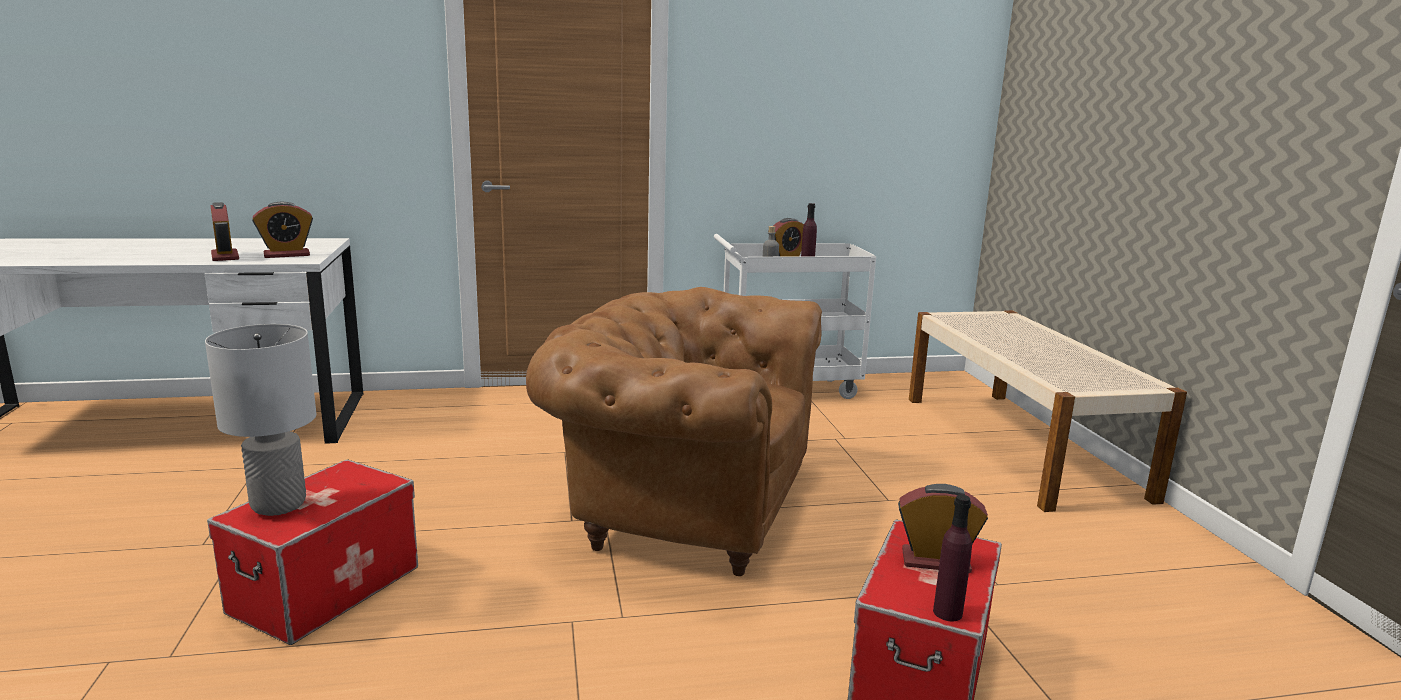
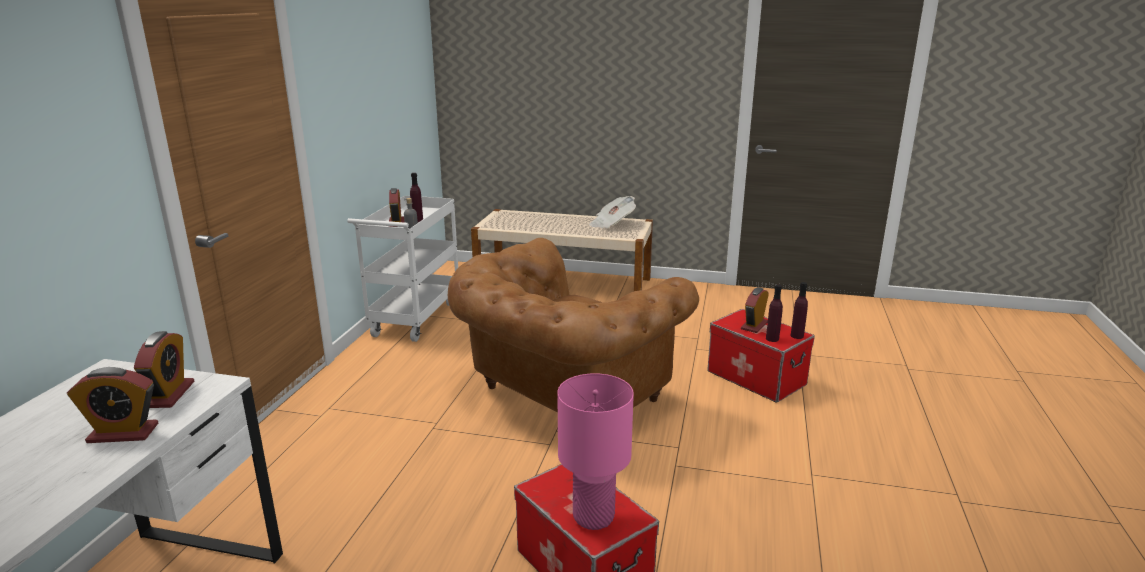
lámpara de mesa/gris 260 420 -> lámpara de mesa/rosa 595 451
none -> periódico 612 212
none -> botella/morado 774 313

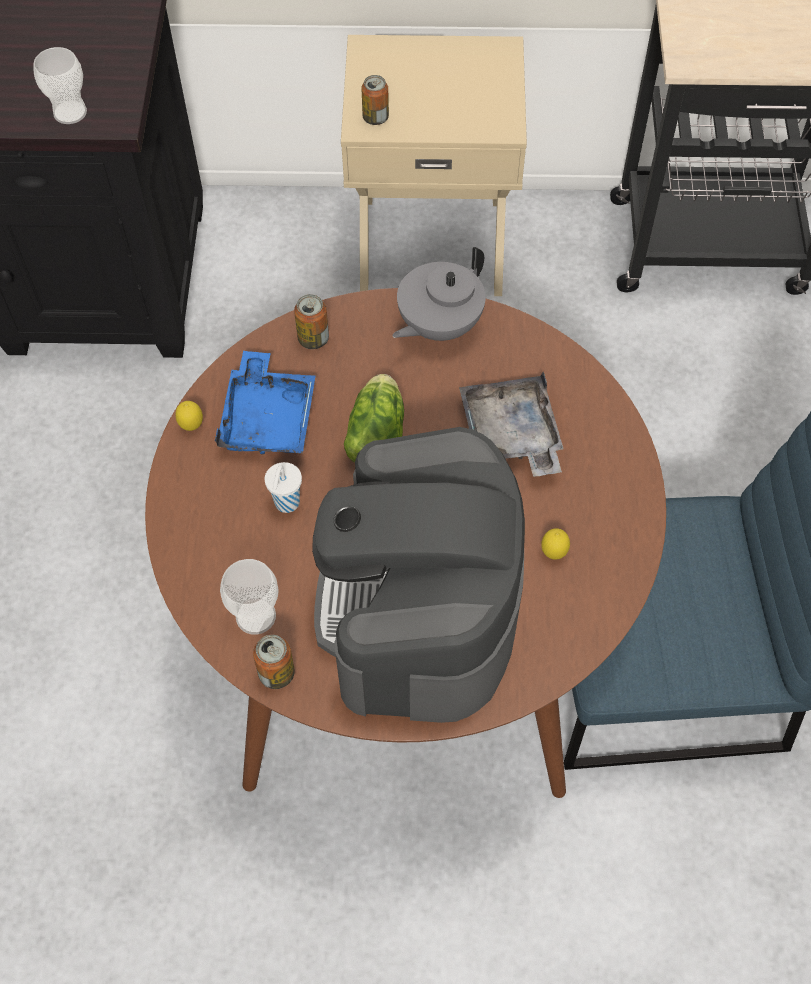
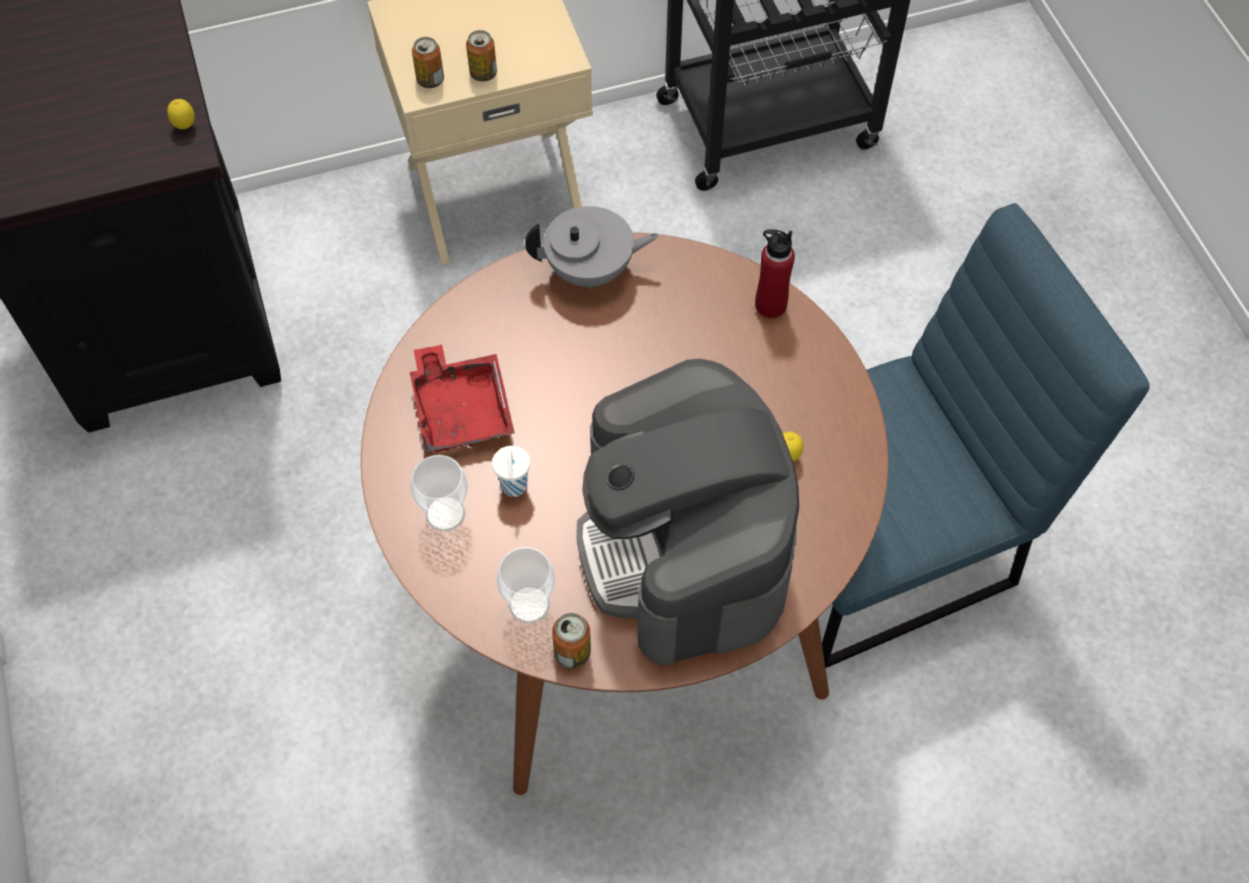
taza 60 85 -> taza 439 493, relocated
tetera/gris 439 294 -> tetera/gris 592 247, 120 degrees counterclockwise
lata 311 321 -> lata 481 56, relocated
bandeja/azul 265 403 -> bandeja/rojo 462 398
bandeja/gris 511 424 -> none
lechuga 374 418 -> none
limón 189 416 -> limón 181 114, relocated
none -> botella/rojo 775 273

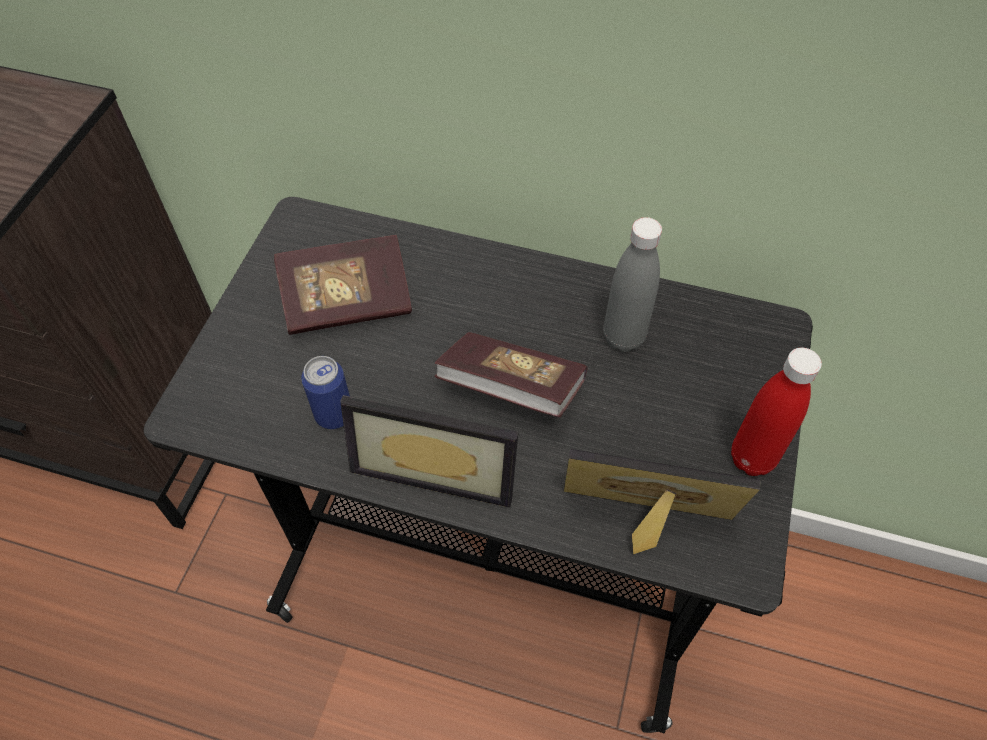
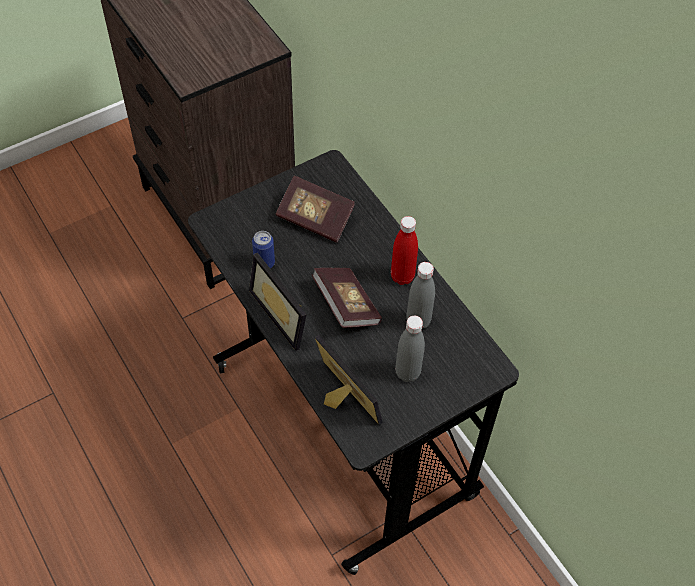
botella/rojo 776 412 -> botella/rojo 404 250, relocated
none -> botella/gris 410 349

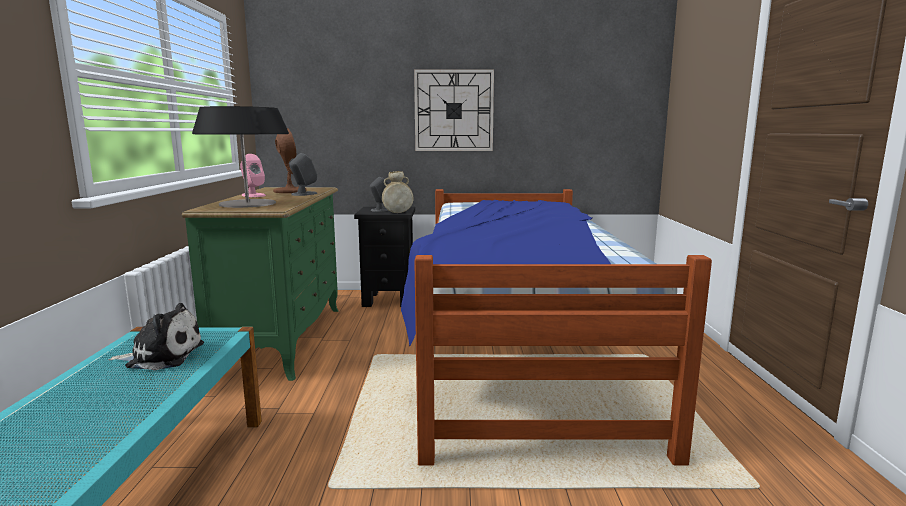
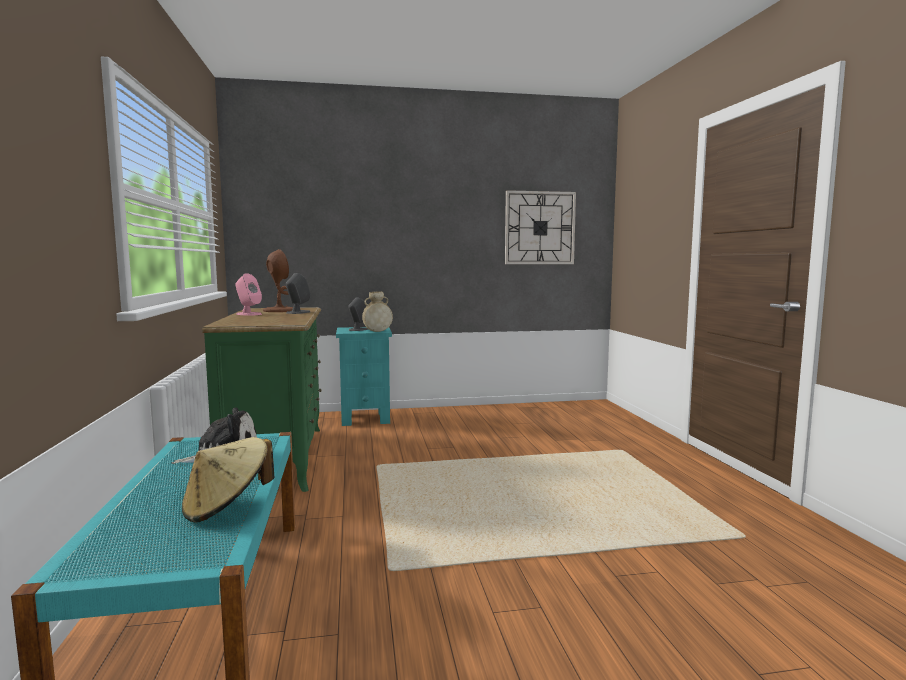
reloj de pared 454 110 -> reloj de pared 540 227, relocated
lámpara de mesa 240 157 -> none
cama 556 327 -> none
mesita de noche/negro 384 257 -> mesita de noche/turquesa 364 376
none -> sombrero/beis 228 480

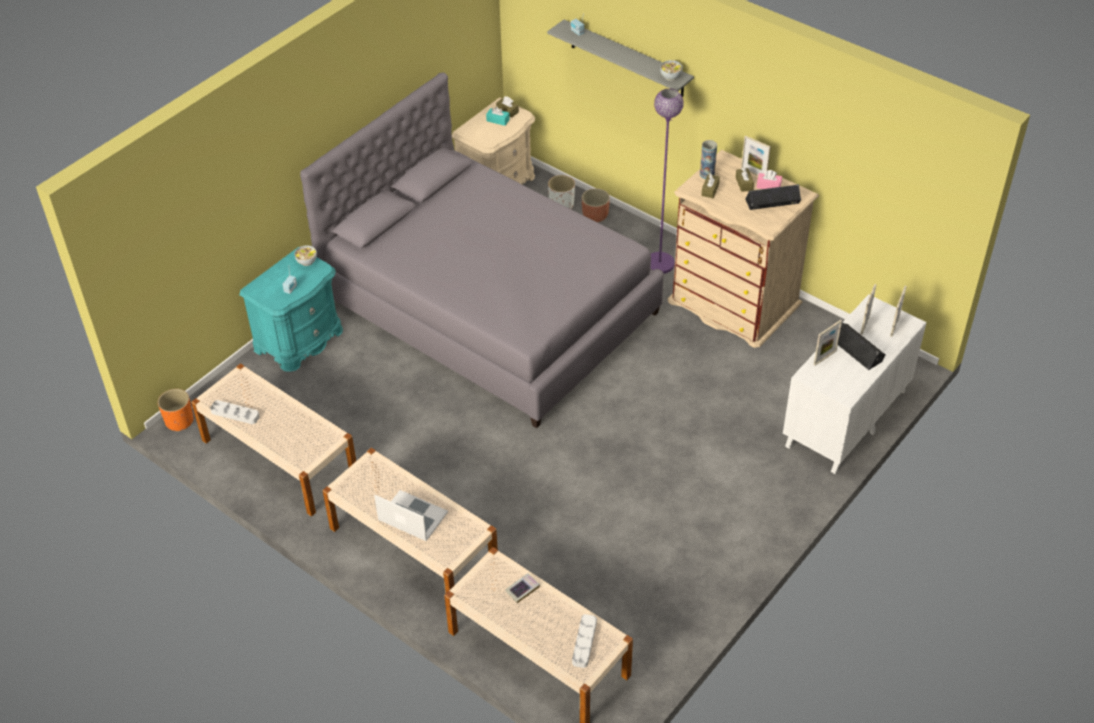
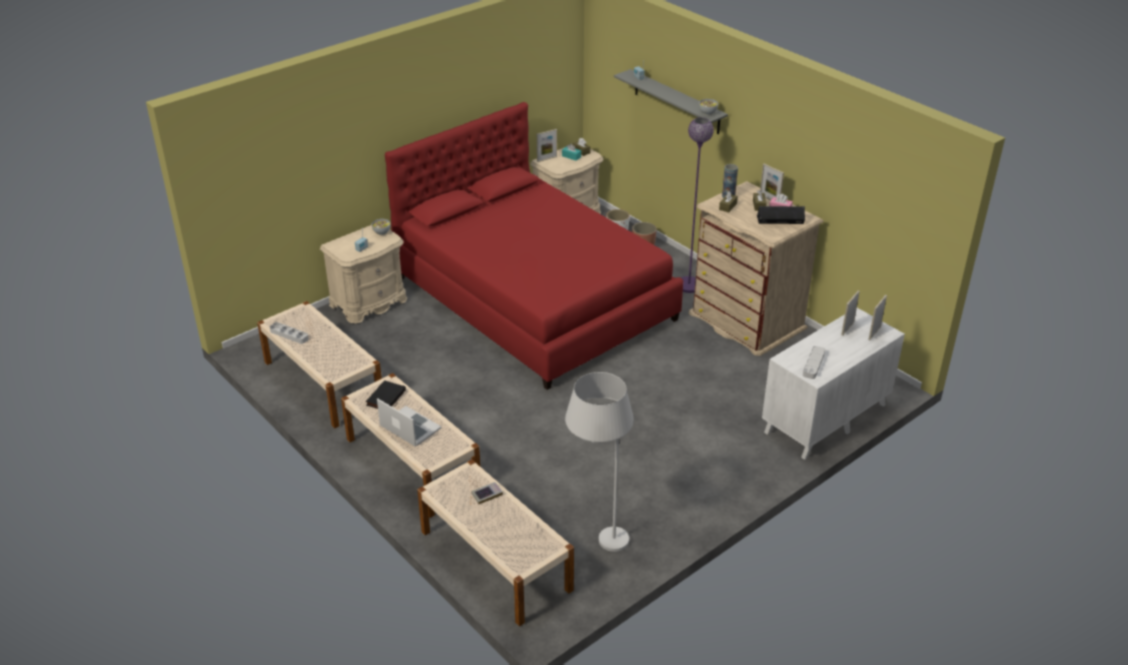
cama/gris 482 250 -> cama/rojo 534 246
mesita de noche/turquesa 291 309 -> mesita de noche/beis 363 274
portarretratos 828 343 -> portarretratos 547 145, relocated
altavoz/negro 862 346 -> none
maceta/naranja 176 410 -> none
bandeja/gris 584 641 -> bandeja/gris 814 362, relocated
none -> lámpara de pie/blanco 599 462
none -> libro/negro 386 394

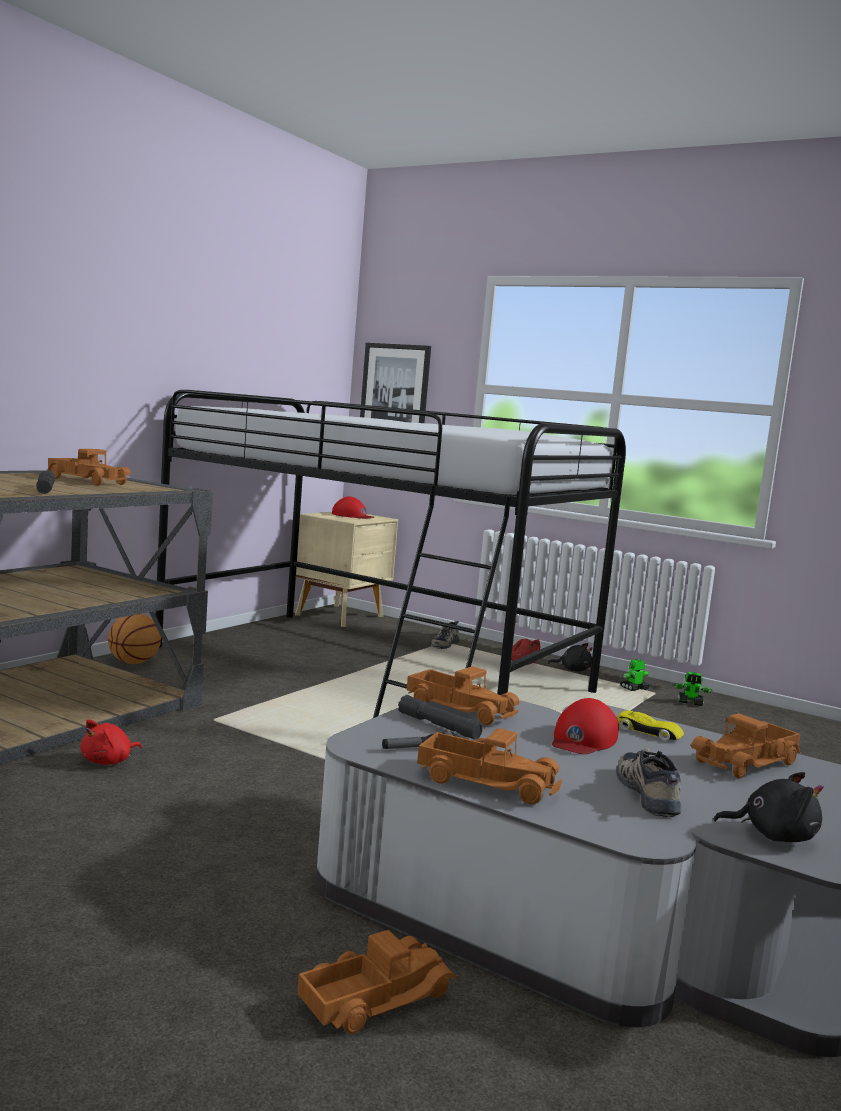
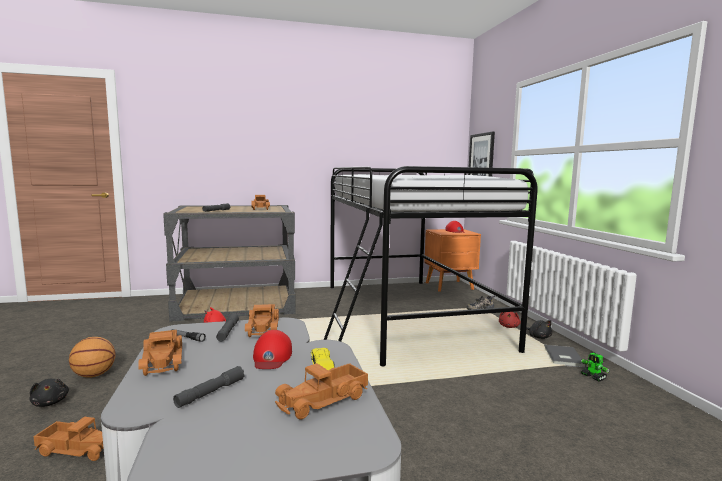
mesita de noche/beis 346 569 -> mesita de noche/naranja 453 260
balón de baloncesto 134 639 -> balón de baloncesto 92 357, relocated
robot de juguete 634 675 -> libro/gris 565 356
gorra/rojo 585 726 -> gorra/rojo 272 349, 75 degrees counterclockwise
camión de juguete 746 745 -> camión de juguete 321 391, 45 degrees counterclockwise
zapato 648 782 -> linterna/gris 209 387
peluche/negro 769 807 -> peluche/negro 49 393, relocated

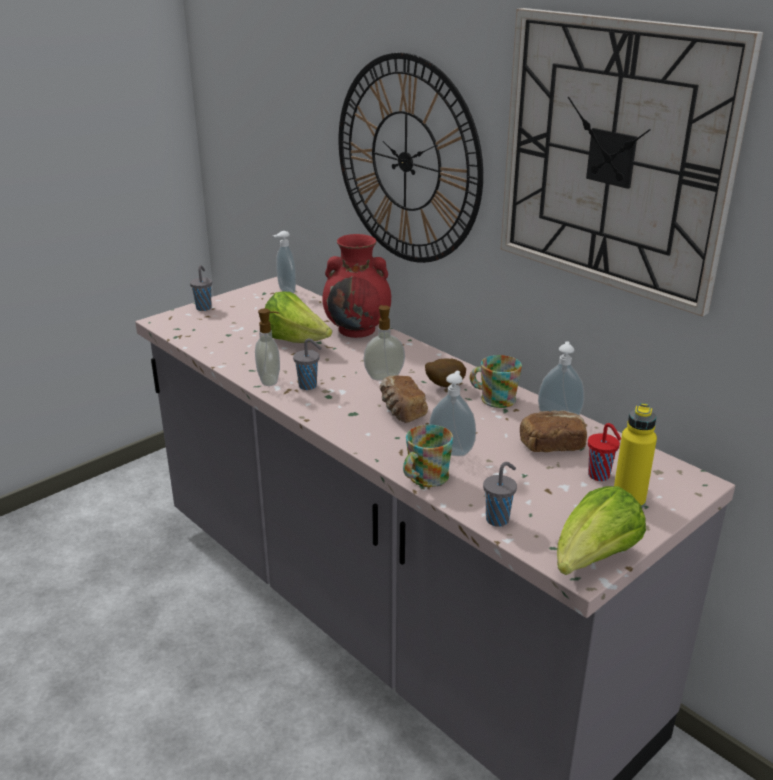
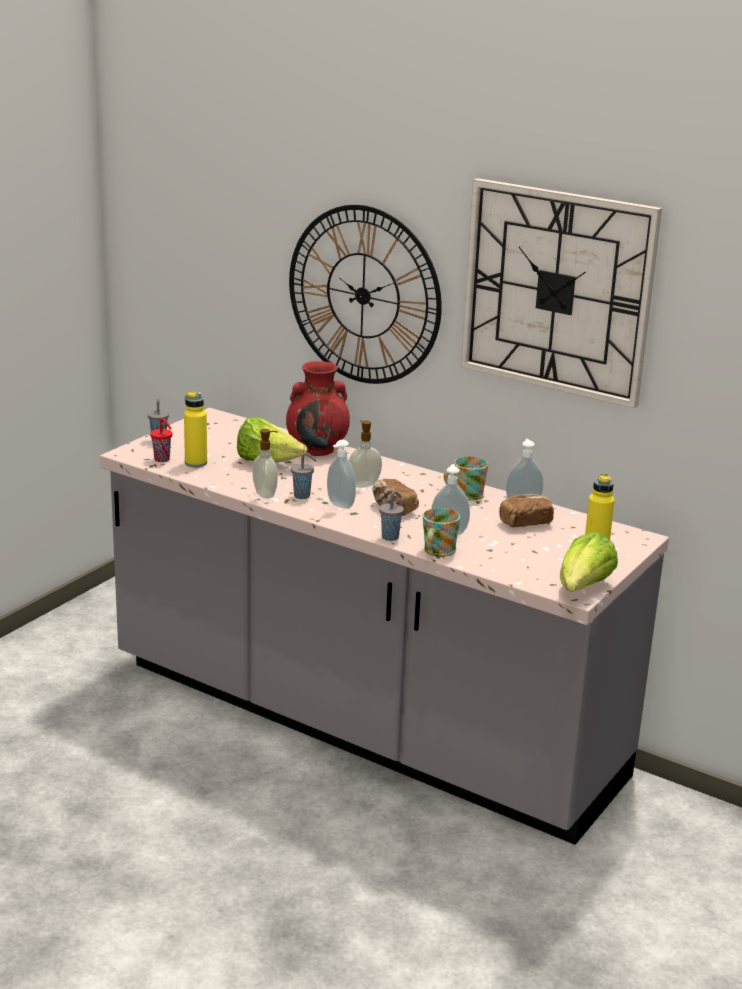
dispensador de jabón 284 262 -> dispensador de jabón 341 474, relocated
patata 445 373 -> none
taza/rojo 604 452 -> taza/rojo 161 440, relocated
taza/gris 500 494 -> taza/gris 391 516, relocated
none -> botella/amarillo 195 429

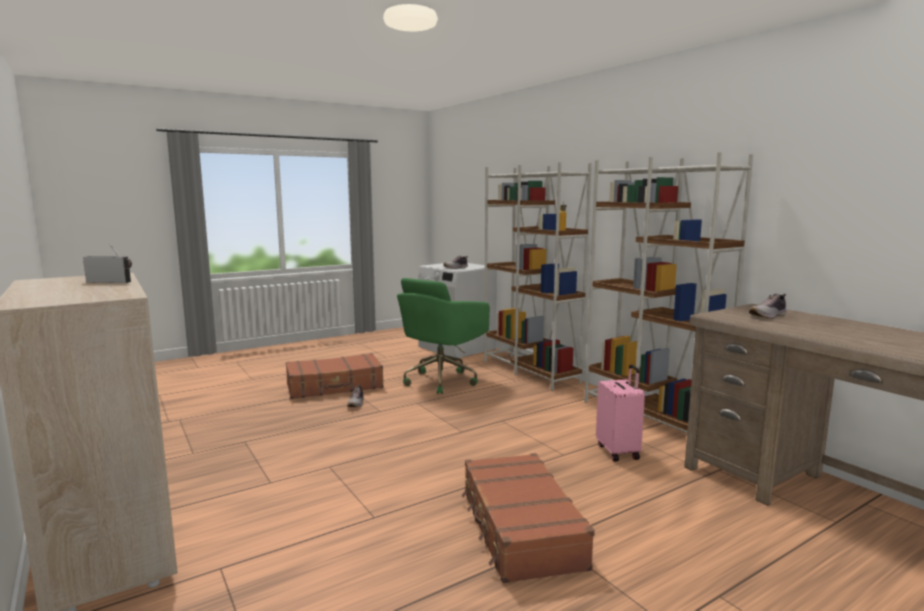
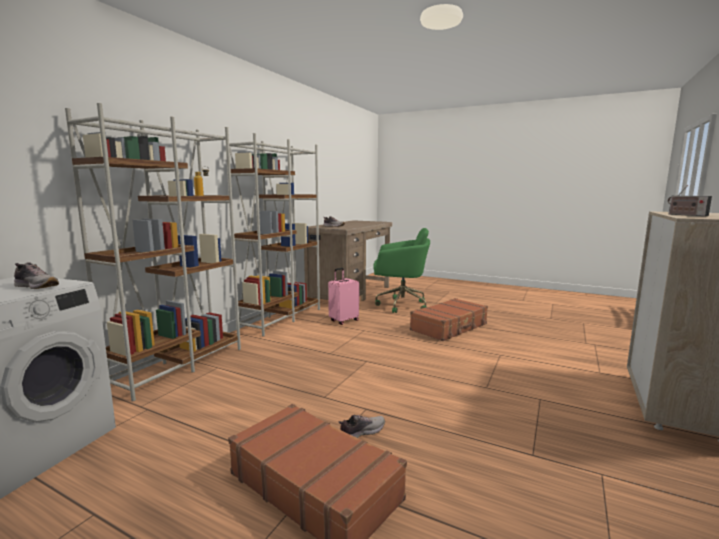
silla de oficina/verde 443 336 -> silla de oficina/verde 401 270, relocated

